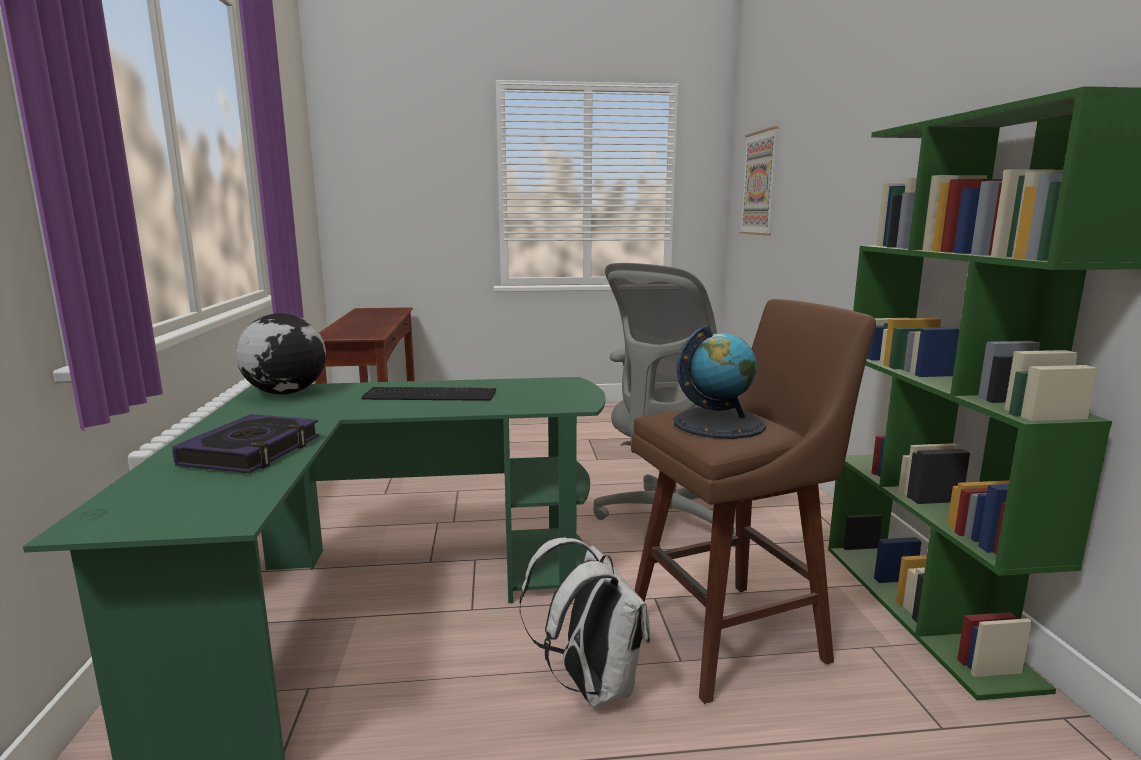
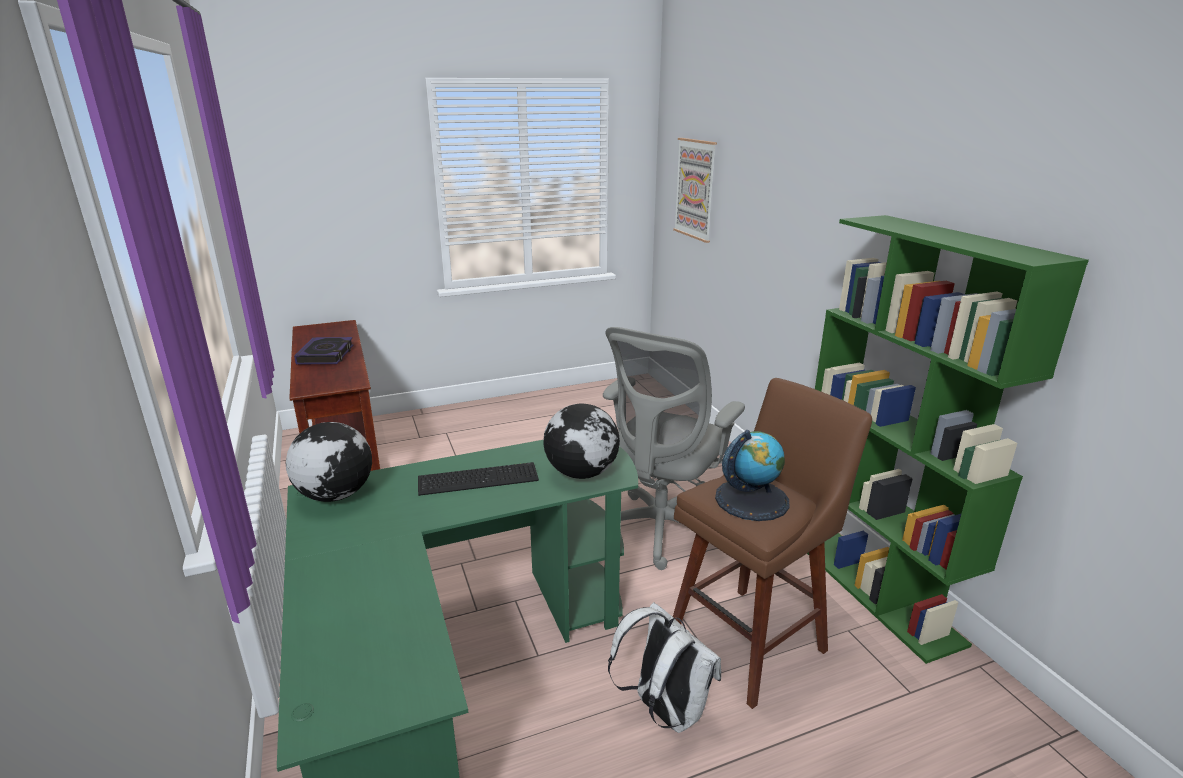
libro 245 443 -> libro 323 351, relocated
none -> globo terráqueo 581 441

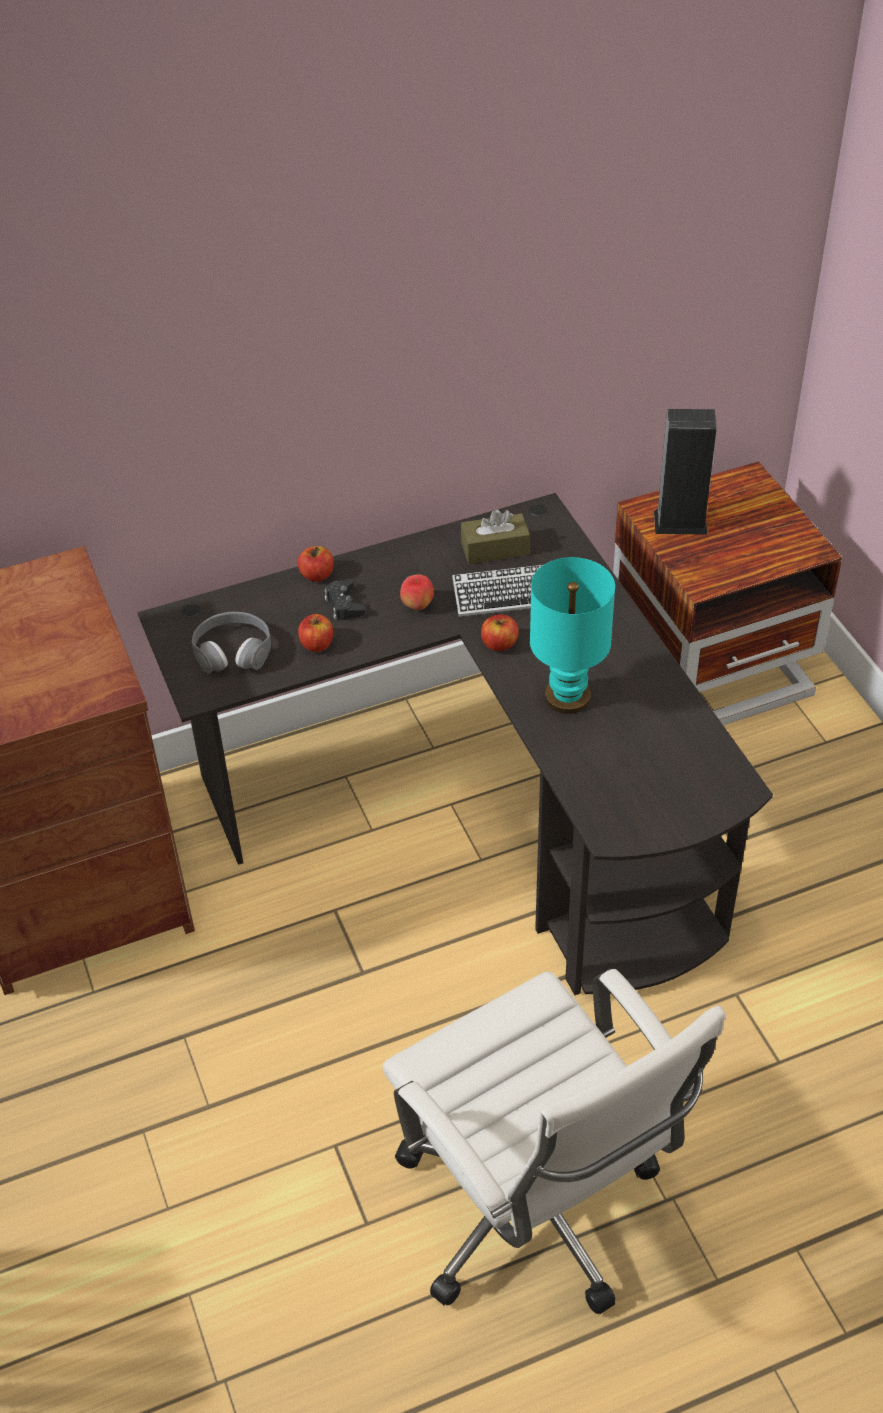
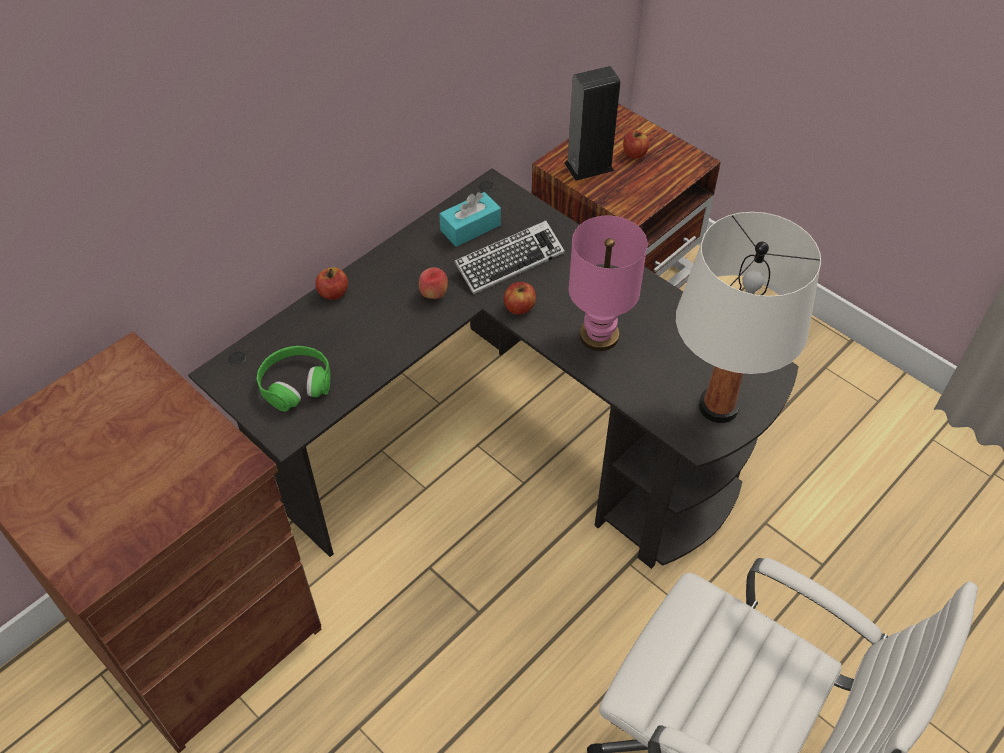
caja de pañuelos/marrón 495 536 -> caja de pañuelos/turquesa 470 219
lámpara de mesa/turquesa 572 635 -> lámpara de mesa/rosa 608 283
mando de consola/negro 345 599 -> none
auriculares/gris 231 643 -> auriculares/verde 293 379
manzana 315 633 -> manzana 636 144, relocated
none -> lámpara de mesa/blanco 748 317

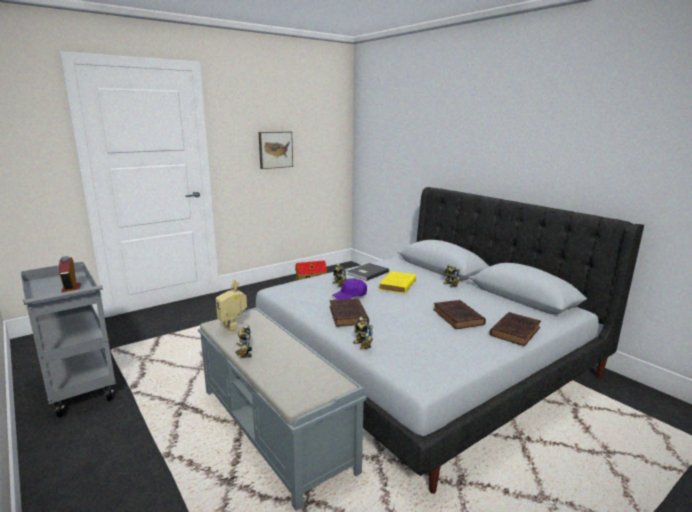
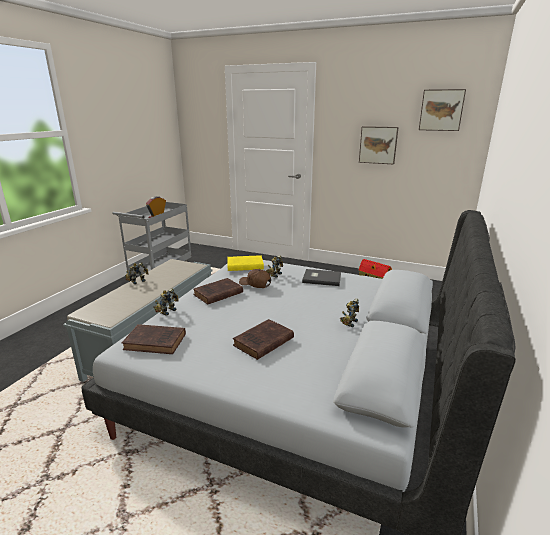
libro/amarillo 397 282 -> libro/amarillo 245 263, relocated
gorra/morado 350 289 -> gorra/marrón 255 278
robot de juguete 231 307 -> none
libro/marrón 515 329 -> libro/marrón 154 339, relocated
none -> cuadro 442 110

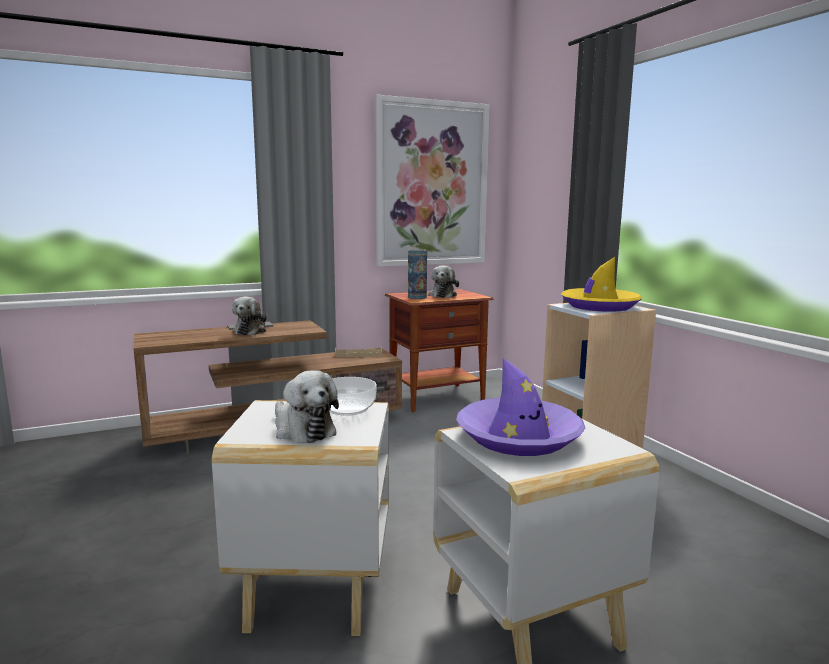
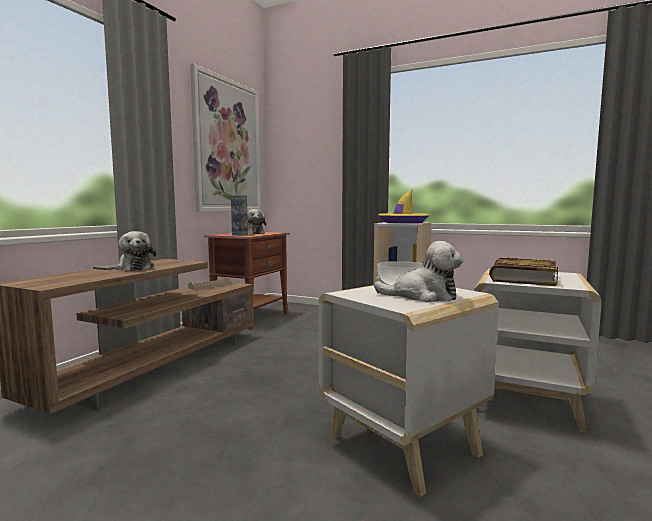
sombrero/morado 520 407 -> libro 523 271

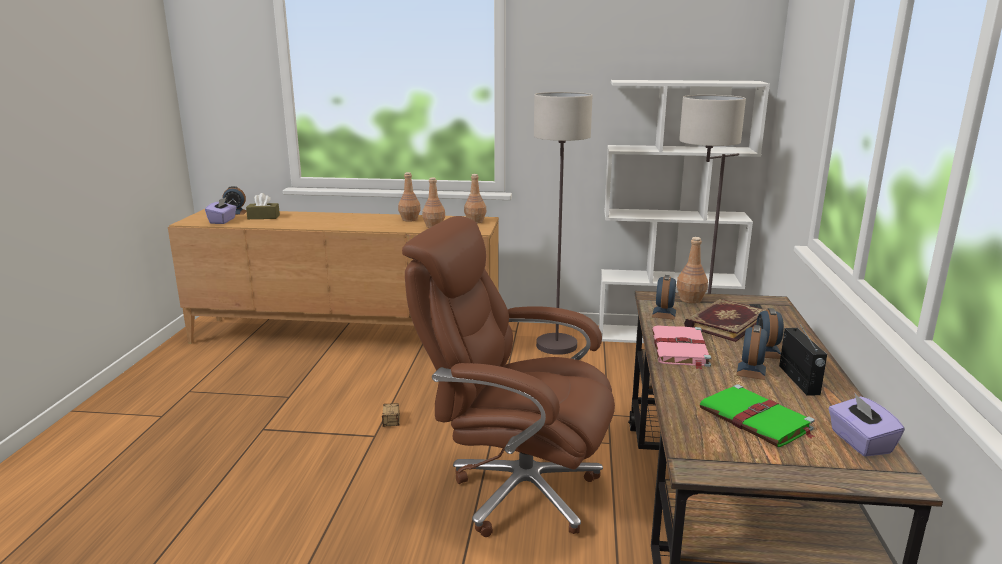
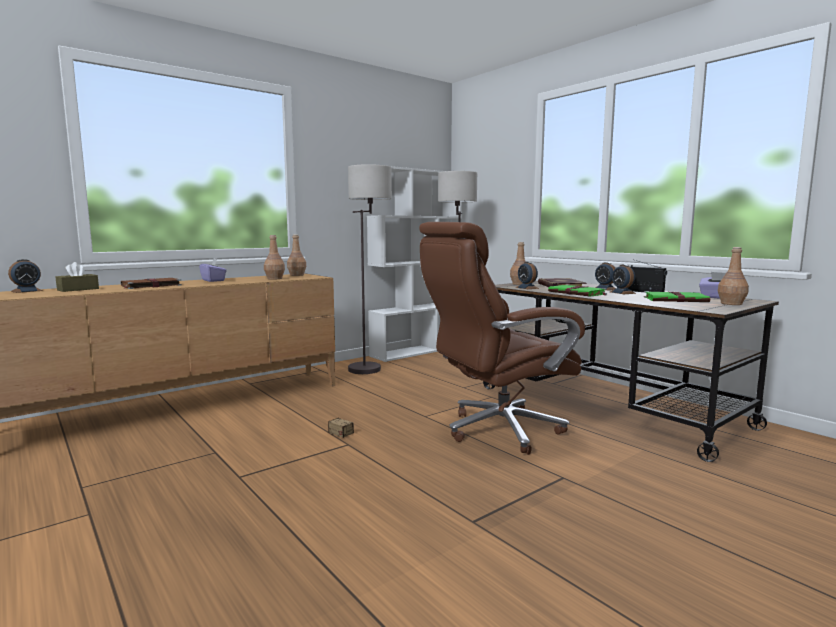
botella/marrón 409 197 -> botella/marrón 733 276, relocated
caja de pañuelos/morado 221 210 -> caja de pañuelos/morado 213 270, relocated
libro/rosa 681 347 -> libro/verde 577 290
none -> libro/marrón 151 283

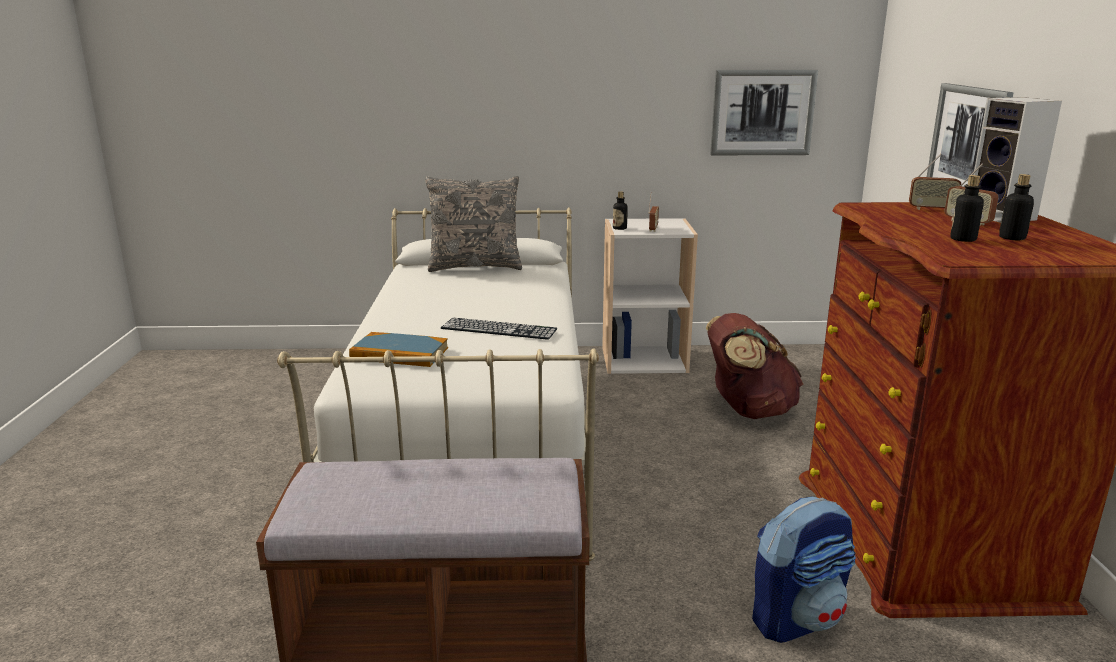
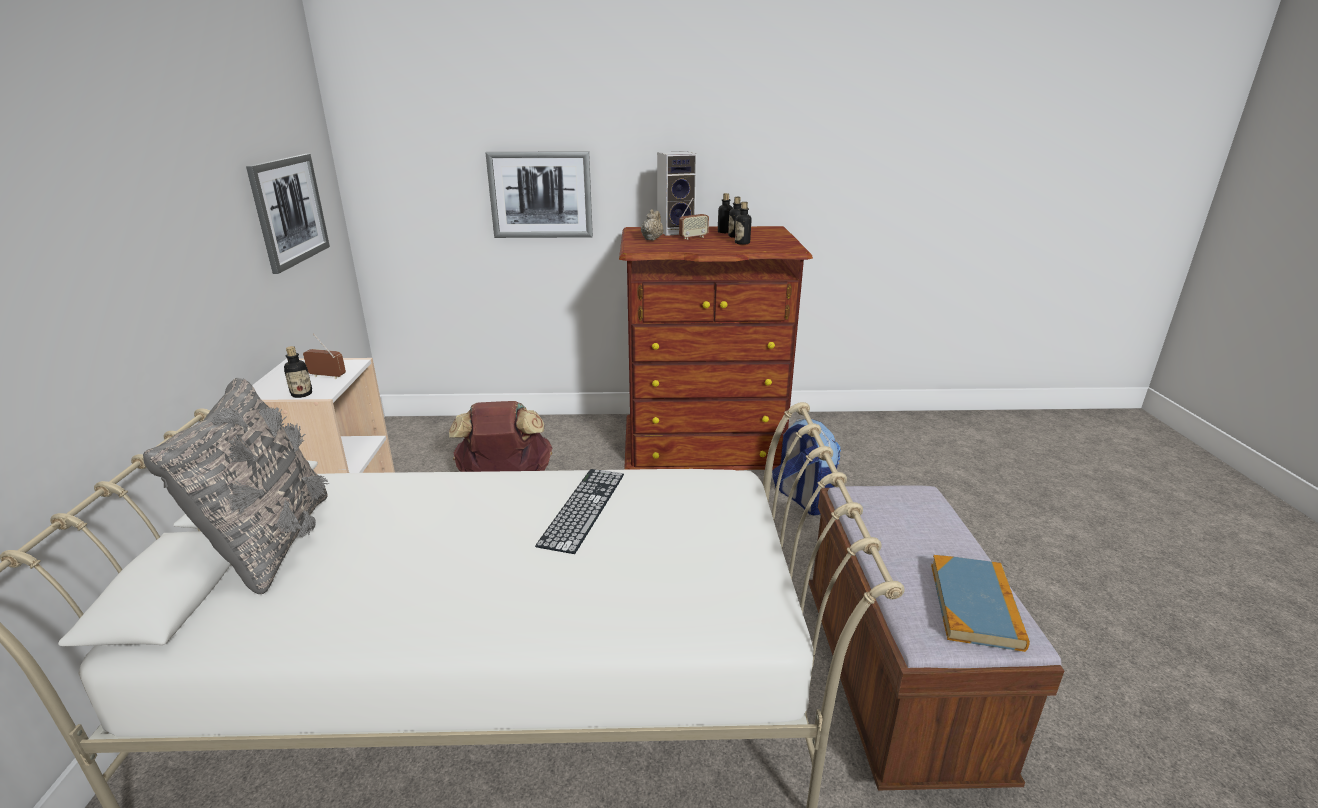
radio 935 182 -> tetera/beis 652 225
libro 398 349 -> libro 980 603, relocated
none -> botella 725 213

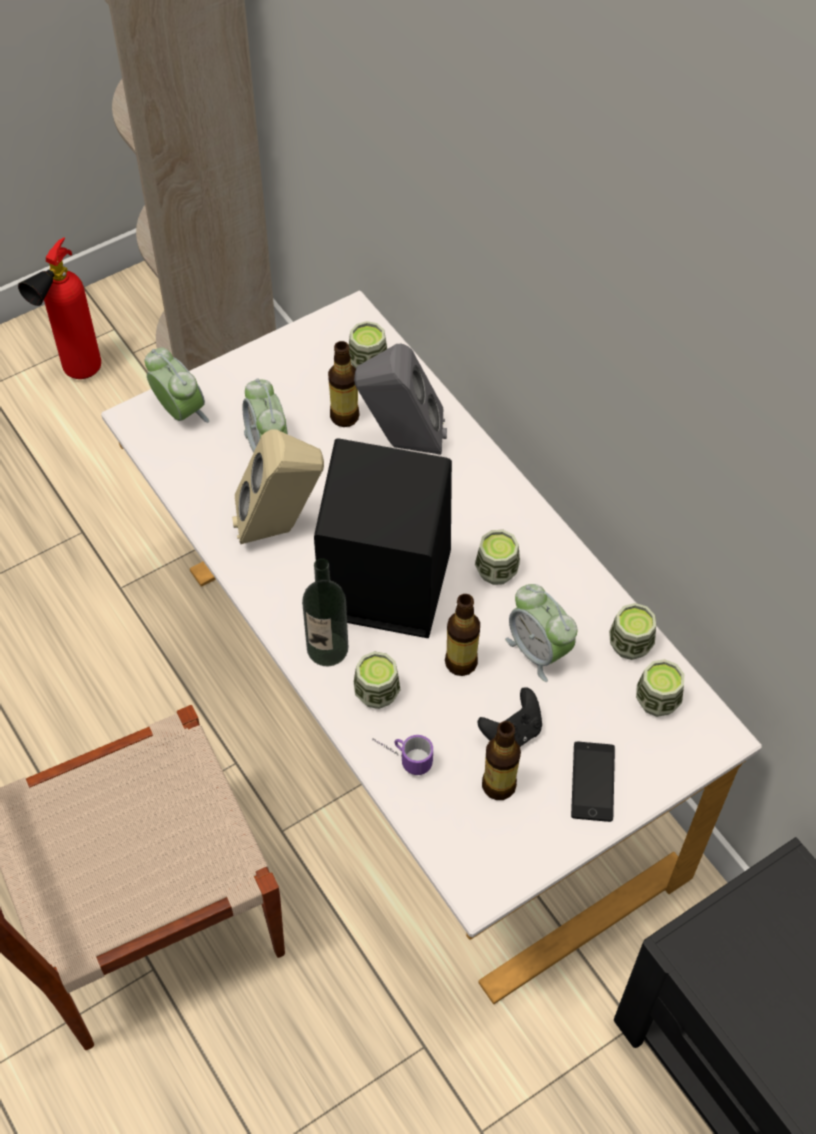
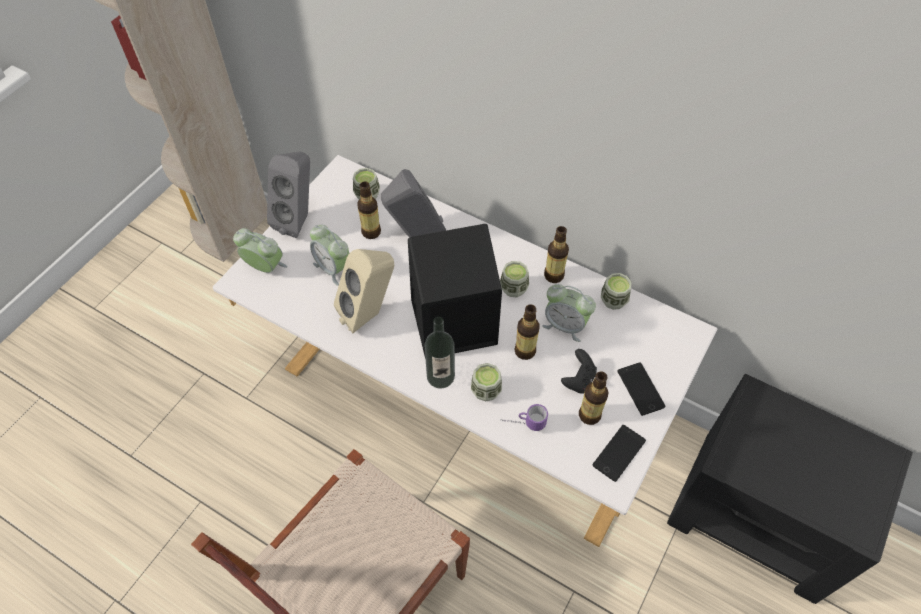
extintor 59 308 -> none
taza 660 688 -> none
none -> altavoz/gris 288 195
none -> botella 556 254
none -> móvil 619 453

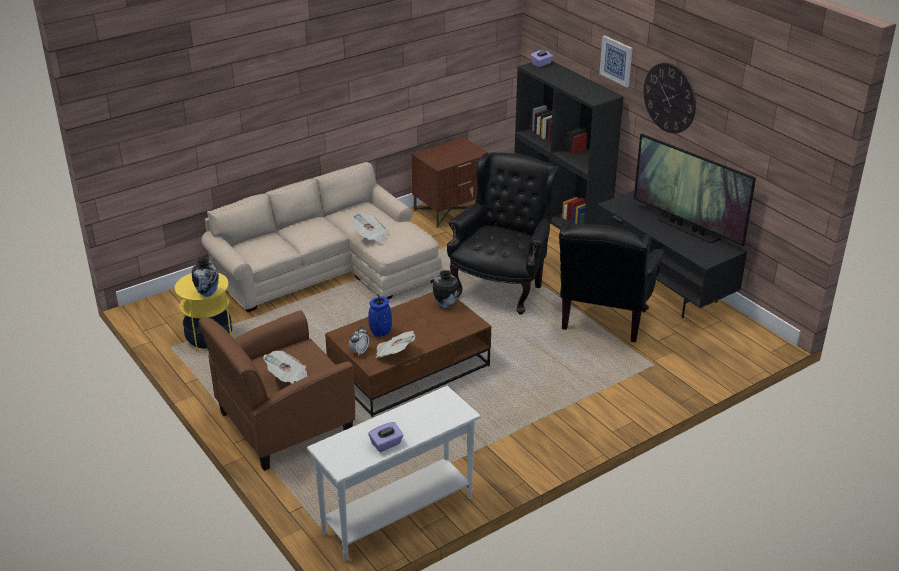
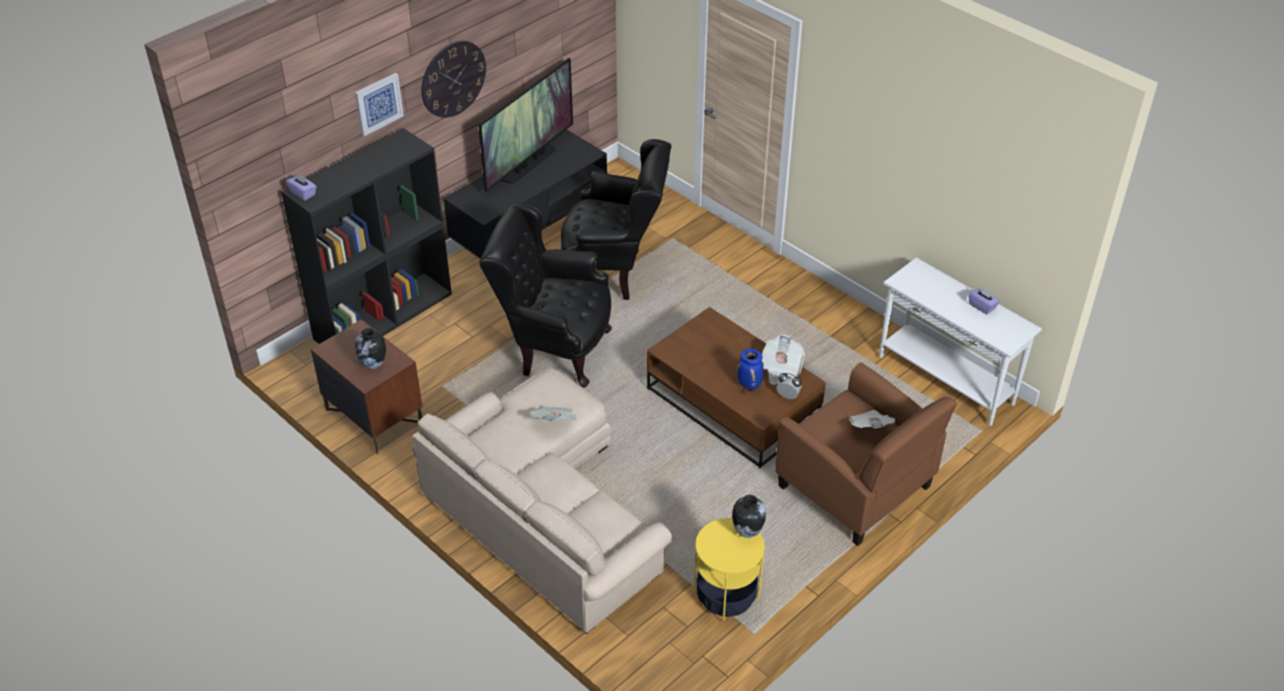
florero 446 289 -> florero 370 348, relocated

